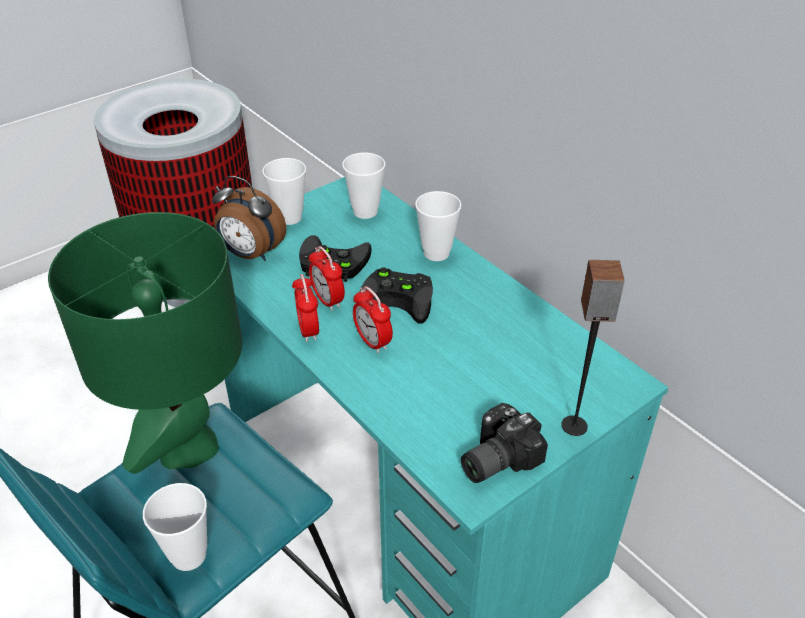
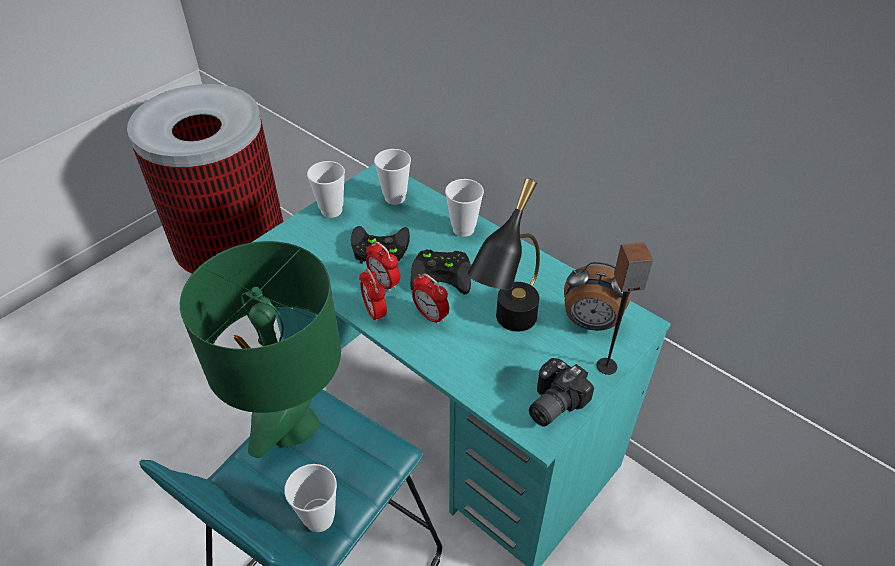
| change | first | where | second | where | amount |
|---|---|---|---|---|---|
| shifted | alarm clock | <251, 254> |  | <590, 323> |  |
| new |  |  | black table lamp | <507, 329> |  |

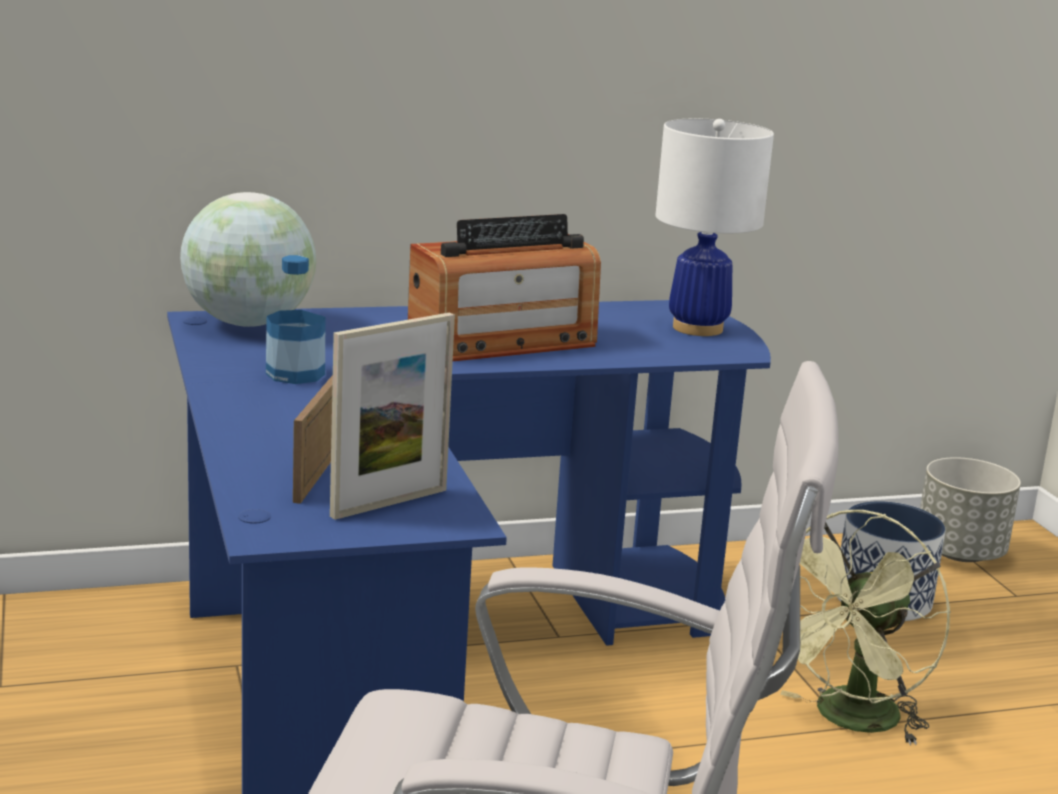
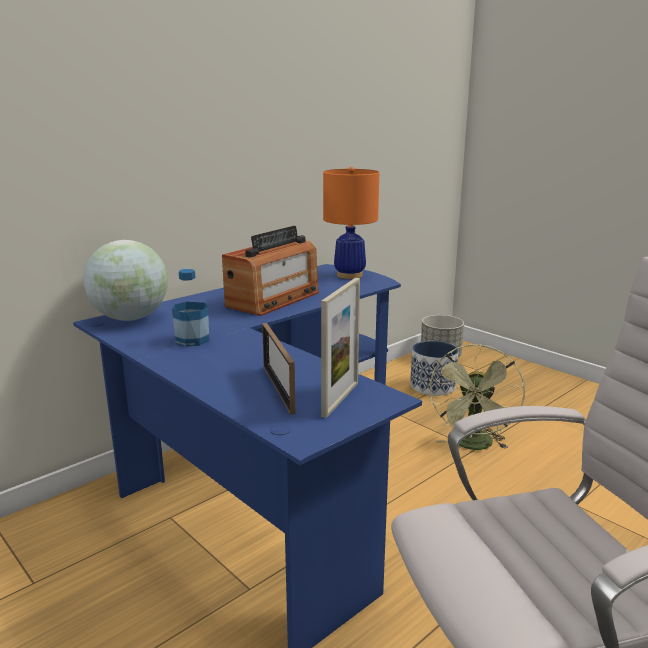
| change | first | where | second | where | amount |
|---|---|---|---|---|---|
| repainted | white table lamp | <697, 328> | orange table lamp | <349, 275> |  |

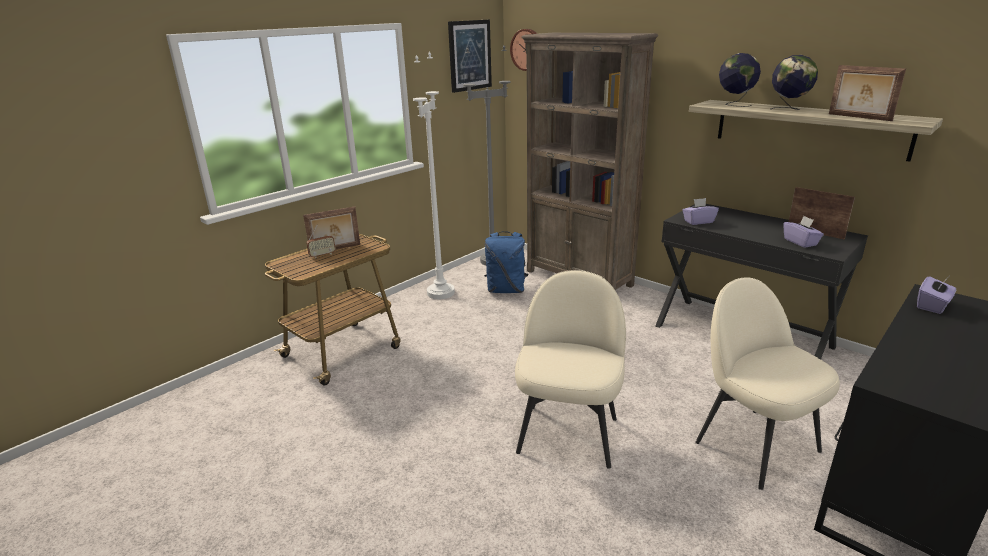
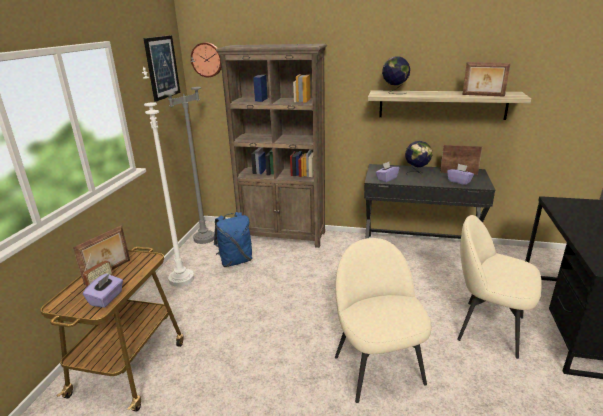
| change | first | where | second | where | amount |
|---|---|---|---|---|---|
| shifted | globe | <788, 109> |  | <417, 173> |  |
| shifted | purple tissue box | <932, 306> |  | <107, 299> |  |

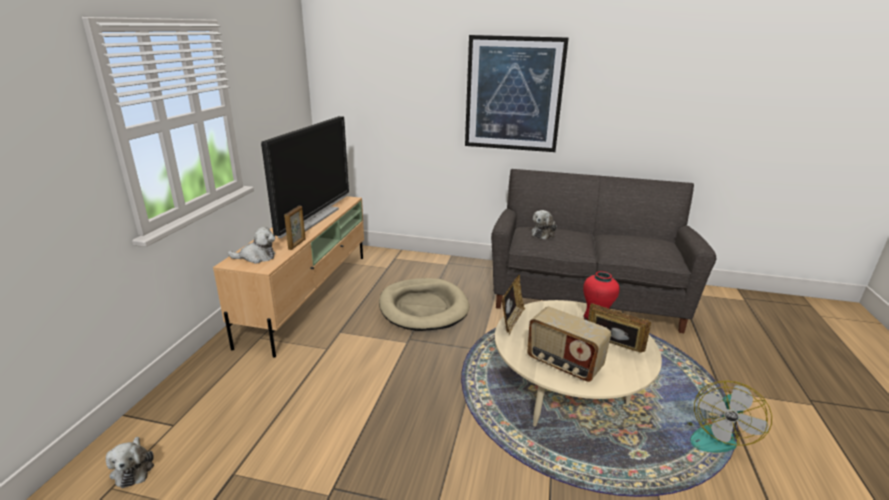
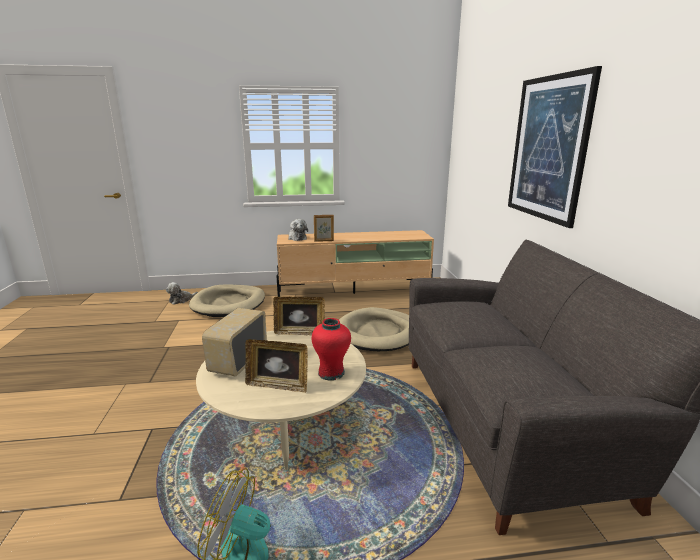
| change | first | where | second | where | amount |
|---|---|---|---|---|---|
| gone | television | <313, 218> |  |  |  |
| gone | plush toy | <544, 233> |  |  |  |
| rotated | picture frame | <613, 347> |  | <278, 385> | 90 degrees clockwise |
| new |  |  | beige dog bed | <229, 304> |  |

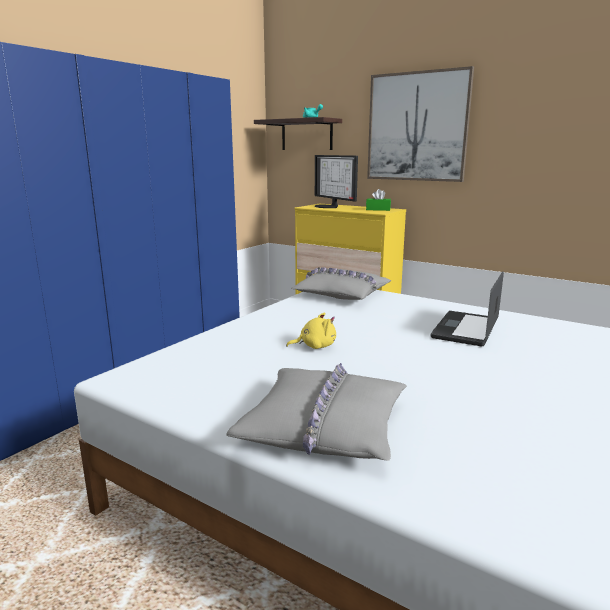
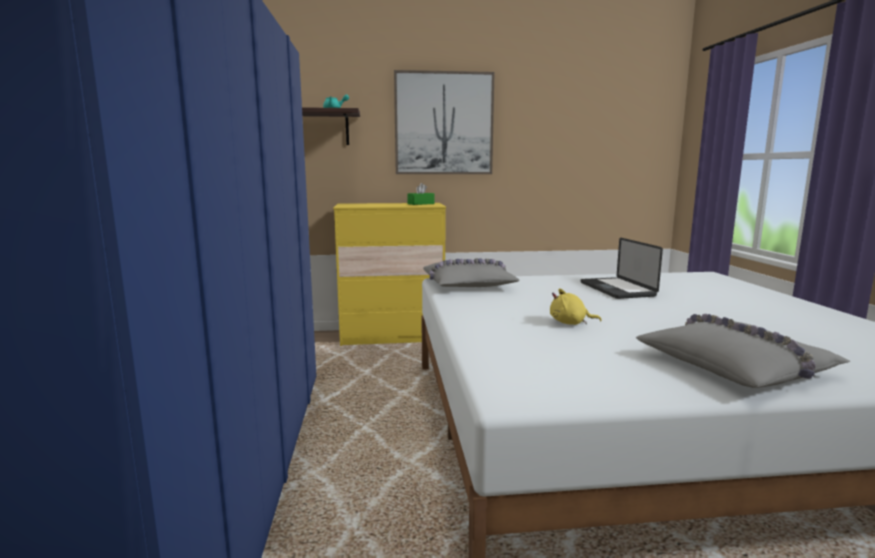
| change | first | where | second | where | amount |
|---|---|---|---|---|---|
| gone | monitor | <328, 206> |  |  |  |
| rotated | yellow plush toy | <315, 346> |  | <570, 323> | 120 degrees counterclockwise |

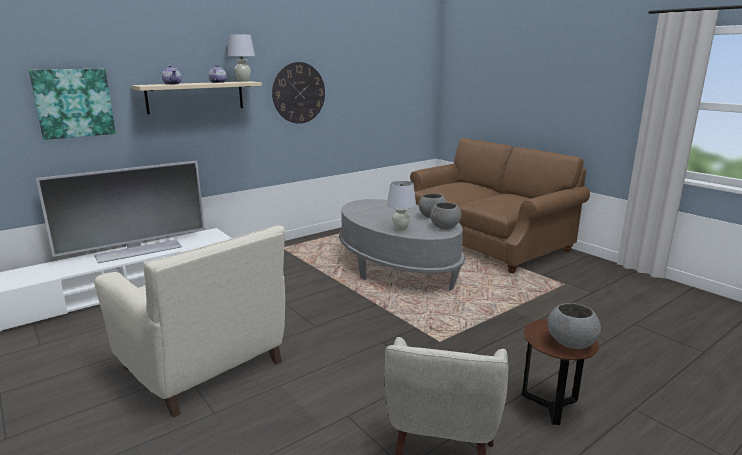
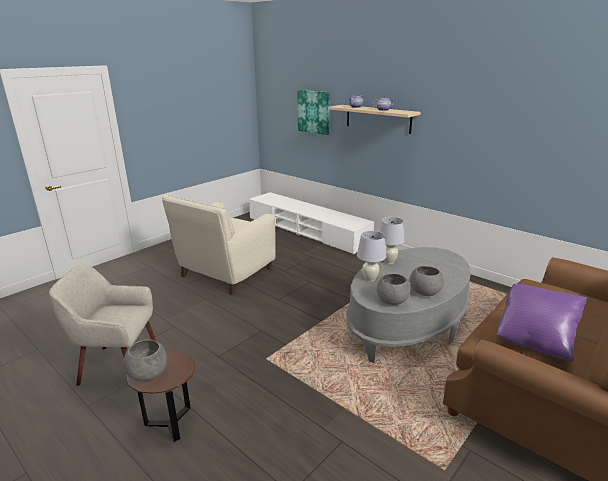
| change | first | where | second | where | amount |
|---|---|---|---|---|---|
| shifted | white table lamp | <243, 81> |  | <389, 262> |  |
| gone | wall clock | <299, 93> |  |  |  |
| gone | television | <138, 250> |  |  |  |
| new |  |  | purple pillow | <535, 339> |  |

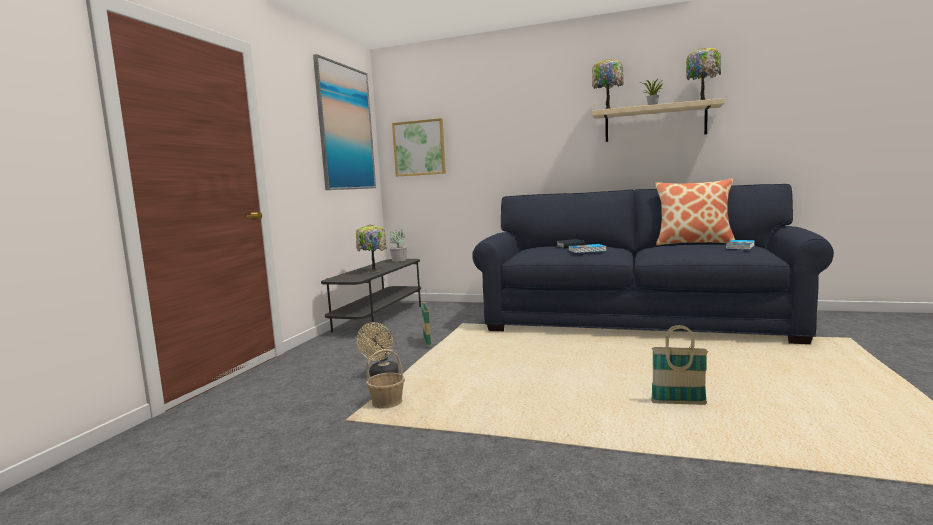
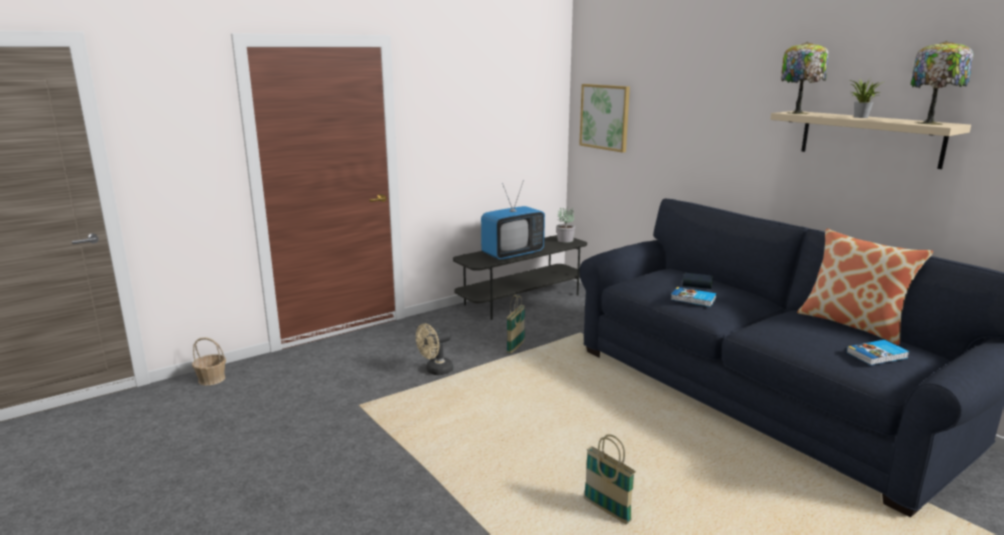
| change | first | where | second | where | amount |
|---|---|---|---|---|---|
| gone | picture | <345, 128> |  |  |  |
| swapped | table lamp | <373, 271> | television | <512, 254> |  |
| shifted | basket | <387, 403> |  | <212, 379> |  |

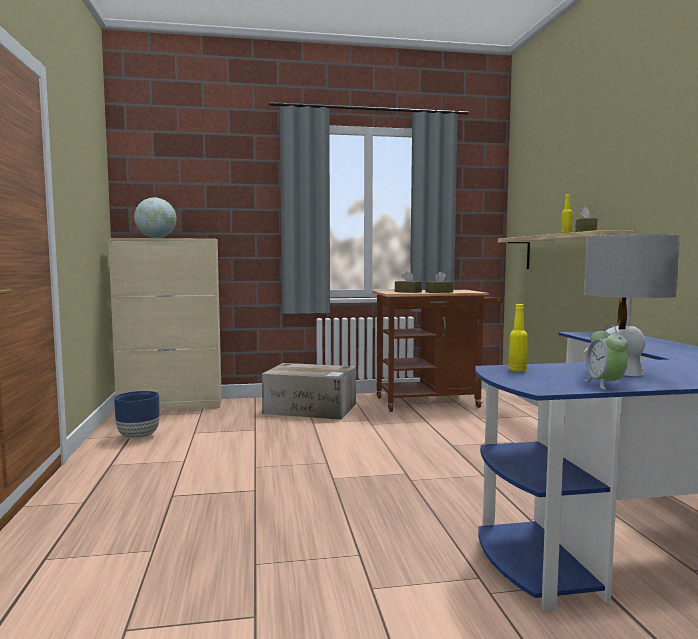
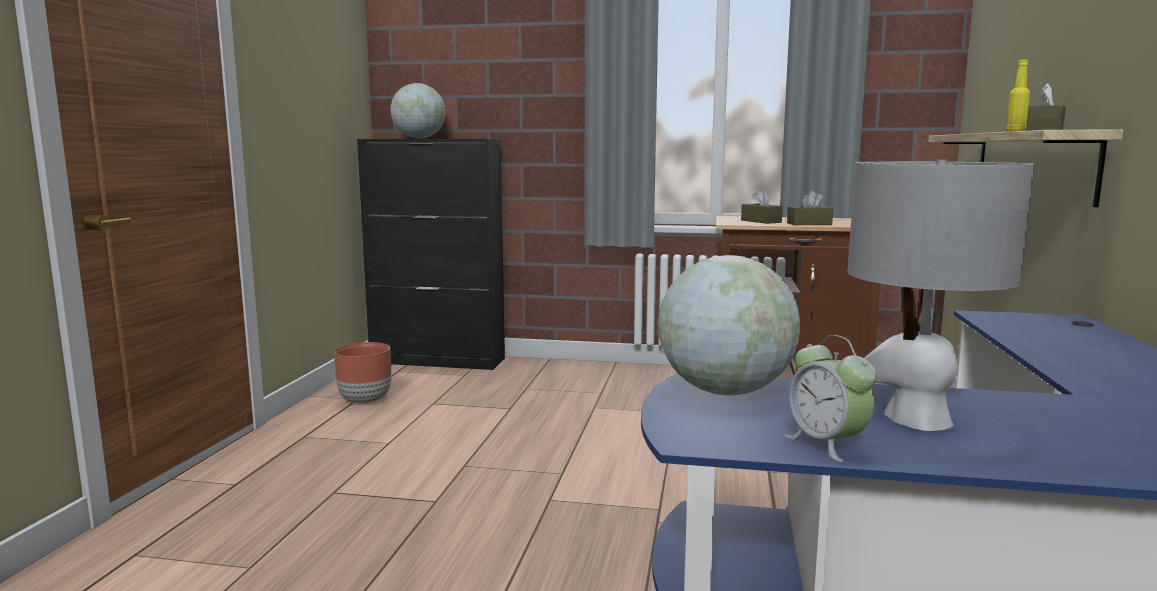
| change | first | where | second | where | amount |
|---|---|---|---|---|---|
| repainted | beige cabinet | <171, 406> | black cabinet | <438, 361> |  |
| swapped | yellow bottle | <517, 370> | globe | <725, 391> |  |
| rotated | alarm clock | <604, 384> |  | <826, 444> | 45 degrees counterclockwise |
| gone | cardboard box | <312, 408> |  |  |  |
| repainted | blue planter | <139, 437> | brown planter | <366, 401> |  |

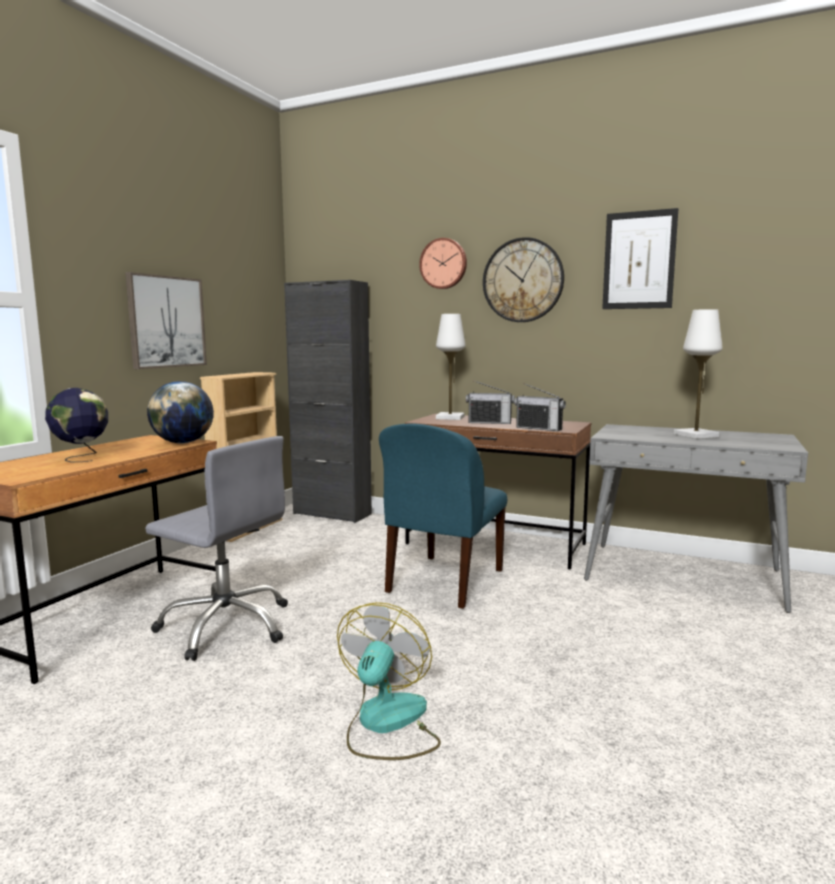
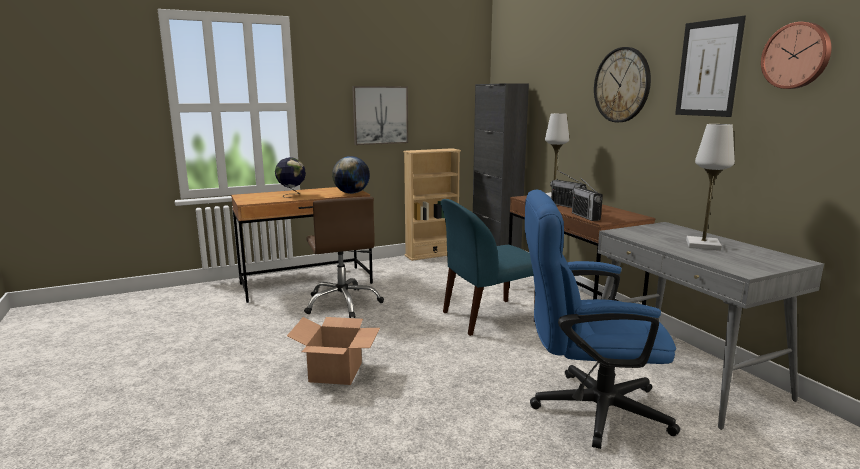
| change | first | where | second | where | amount |
|---|---|---|---|---|---|
| shifted | wall clock | <444, 264> |  | <796, 56> |  |
| repainted | grey office chair | <226, 626> | brown office chair | <343, 303> |  |
| swapped | fan | <387, 724> | cardboard box | <335, 371> |  |
| new |  |  | blue office chair | <586, 408> |  |

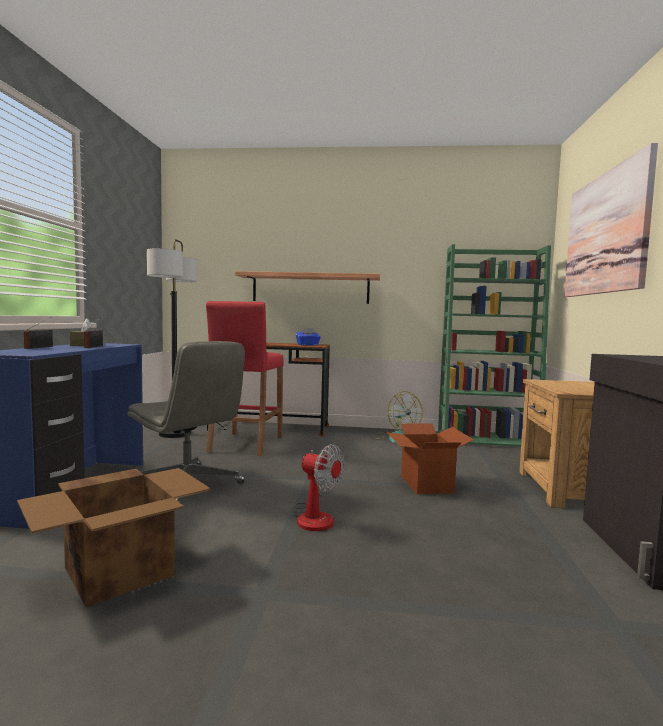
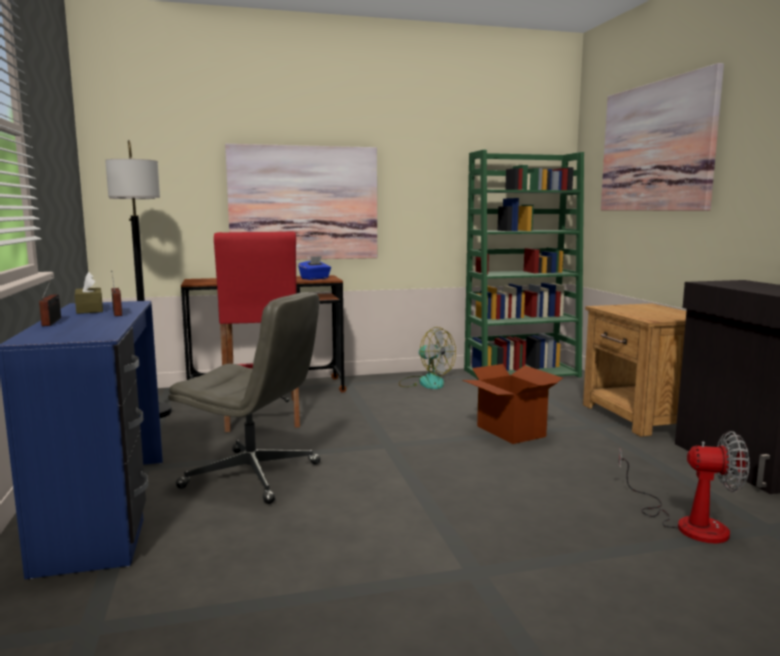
| change | first | where | second | where | amount |
|---|---|---|---|---|---|
| swapped | shelf | <310, 288> | picture | <304, 203> |  |
| shifted | fan | <314, 516> |  | <687, 523> |  |
| gone | cardboard box | <121, 571> |  |  |  |

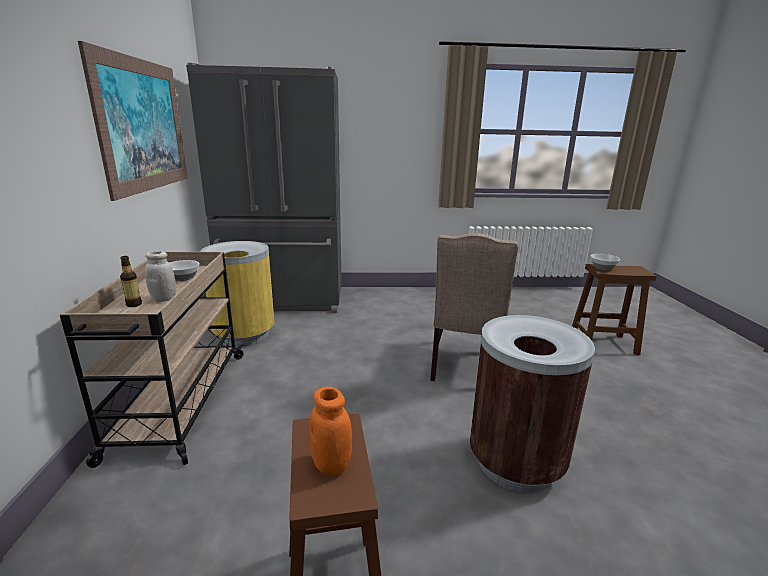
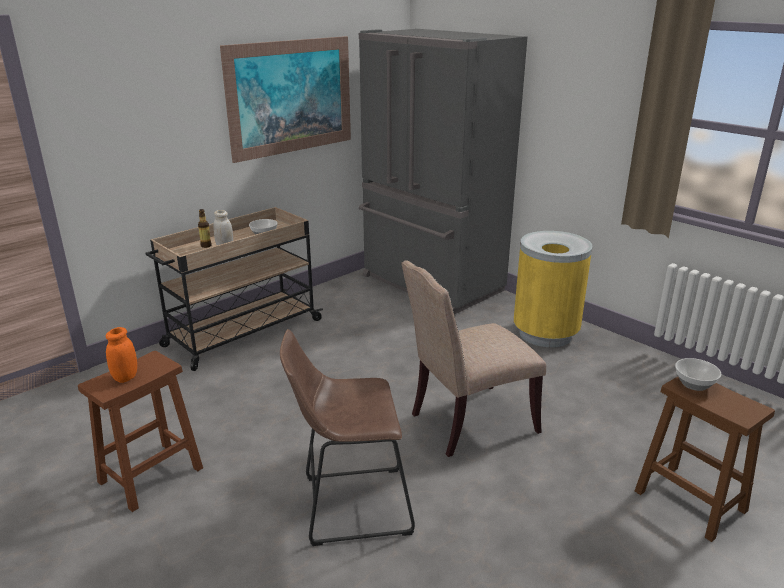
| change | first | where | second | where | amount |
|---|---|---|---|---|---|
| shifted | yellow trash can | <244, 335> |  | <545, 334> |  |
| swapped | brown trash can | <515, 463> | brown stool | <349, 505> |  |

